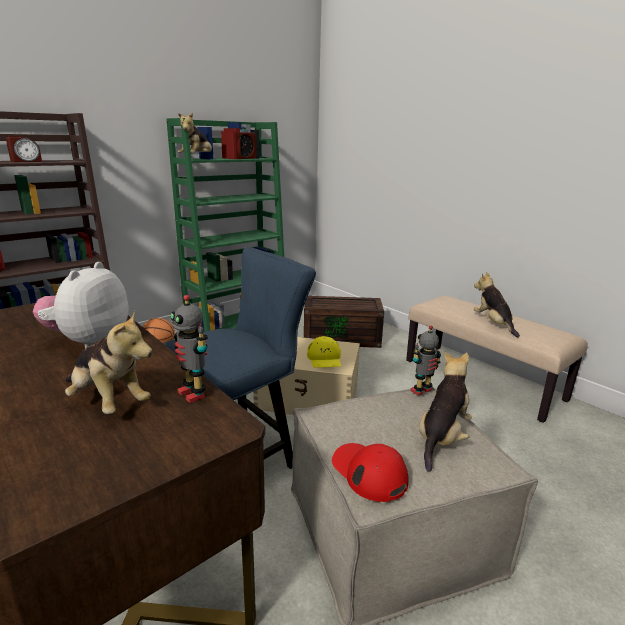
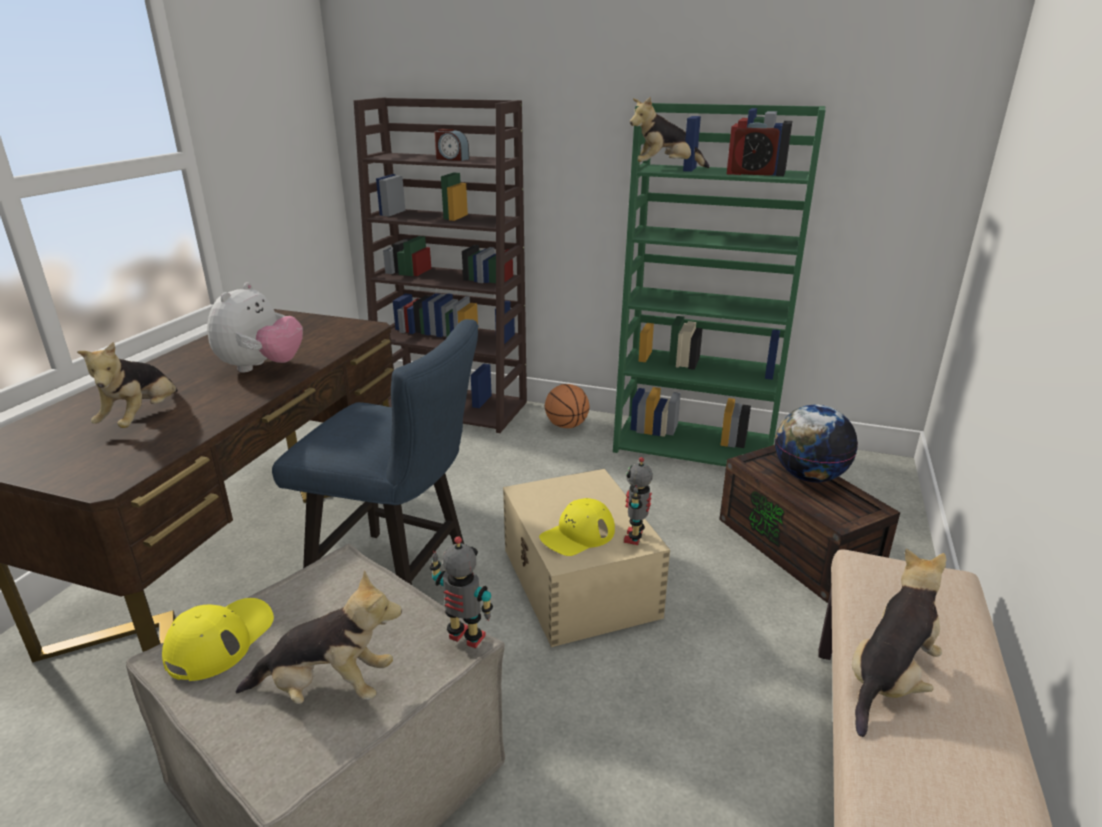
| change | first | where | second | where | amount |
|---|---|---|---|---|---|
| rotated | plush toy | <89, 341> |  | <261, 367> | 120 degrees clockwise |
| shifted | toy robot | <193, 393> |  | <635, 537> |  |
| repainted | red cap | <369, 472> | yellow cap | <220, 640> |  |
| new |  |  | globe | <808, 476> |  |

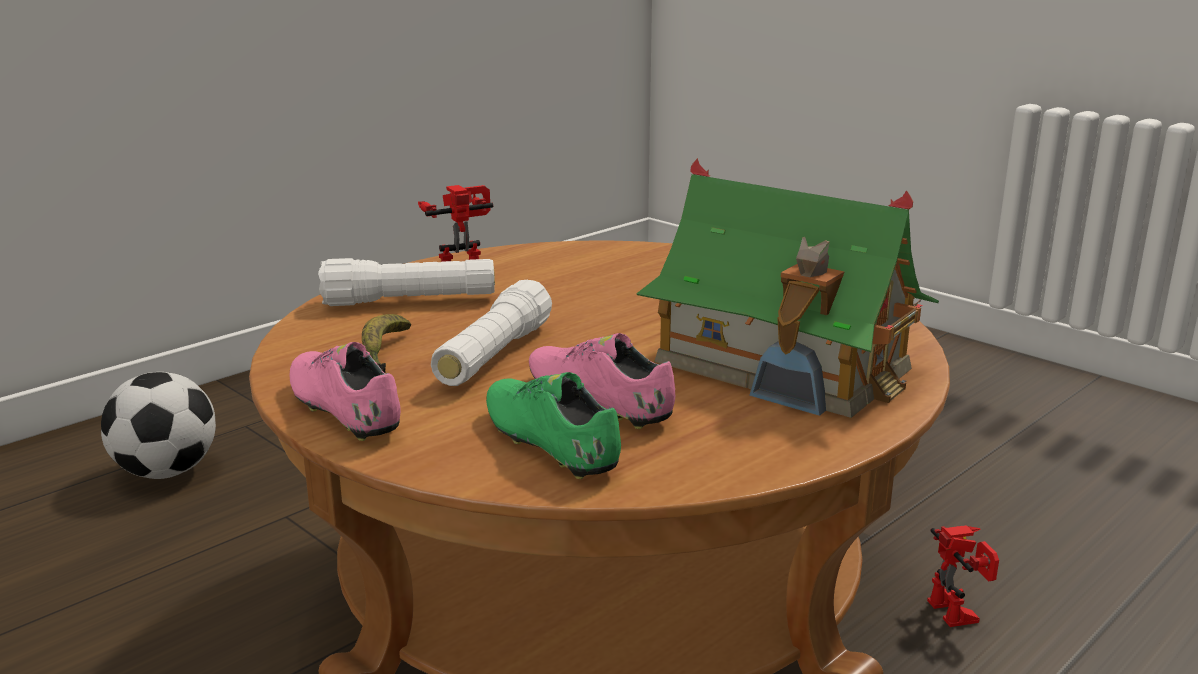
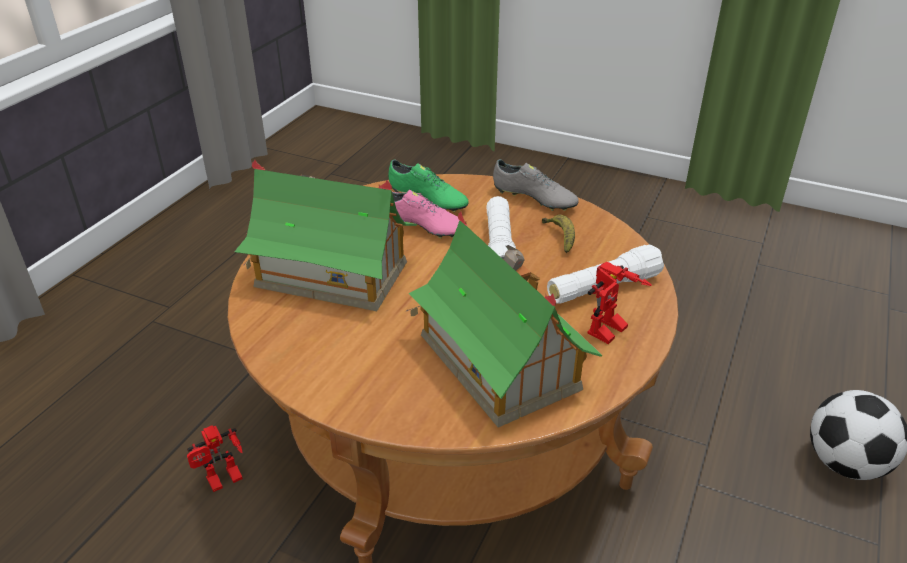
| change | first | where | second | where | amount |
|---|---|---|---|---|---|
| repainted | pink shoe | <344, 410> | grey shoe | <534, 199> |  |
| rotated | toy robot | <960, 612> |  | <223, 482> | 90 degrees counterclockwise |
| new |  |  | toy house | <498, 360> |  |

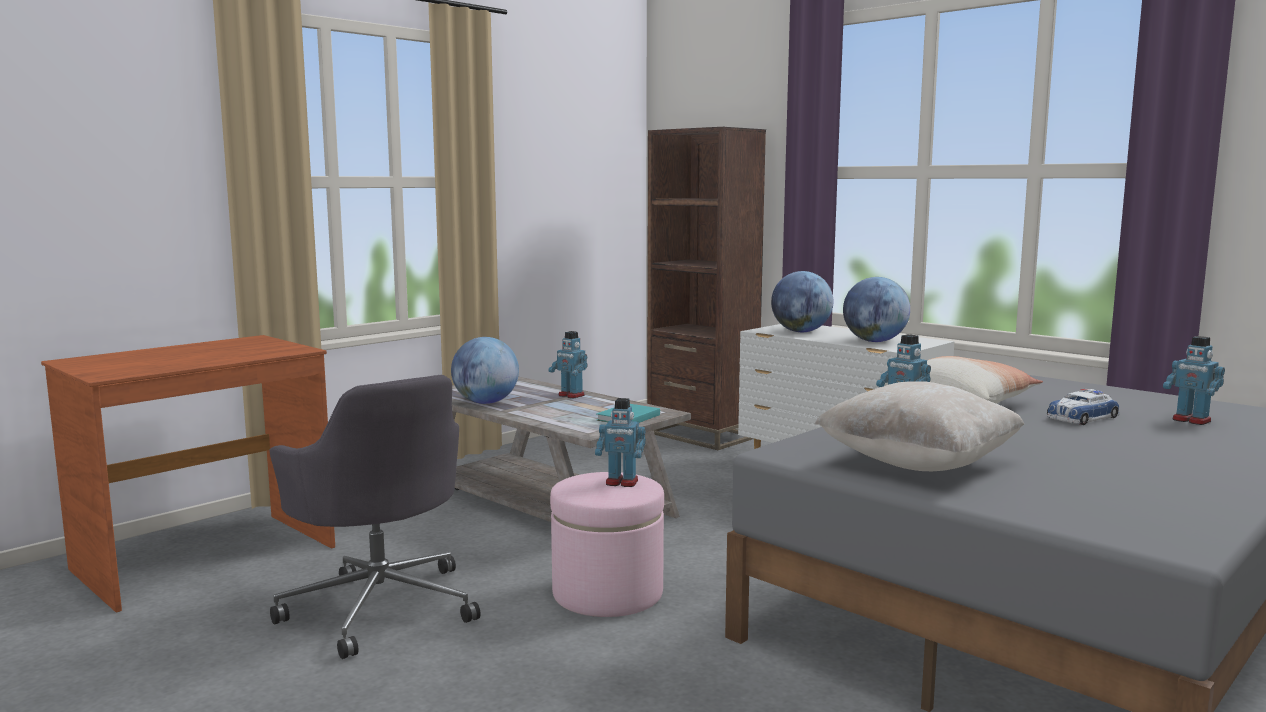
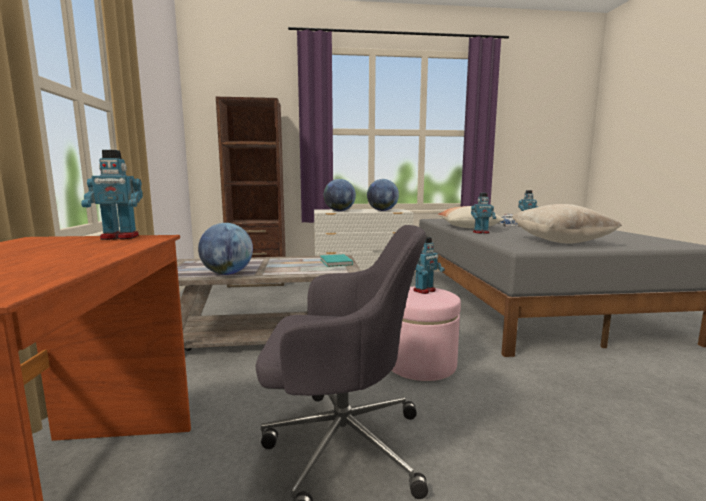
| change | first | where | second | where | amount |
|---|---|---|---|---|---|
| shifted | toy robot | <571, 395> |  | <119, 237> |  |

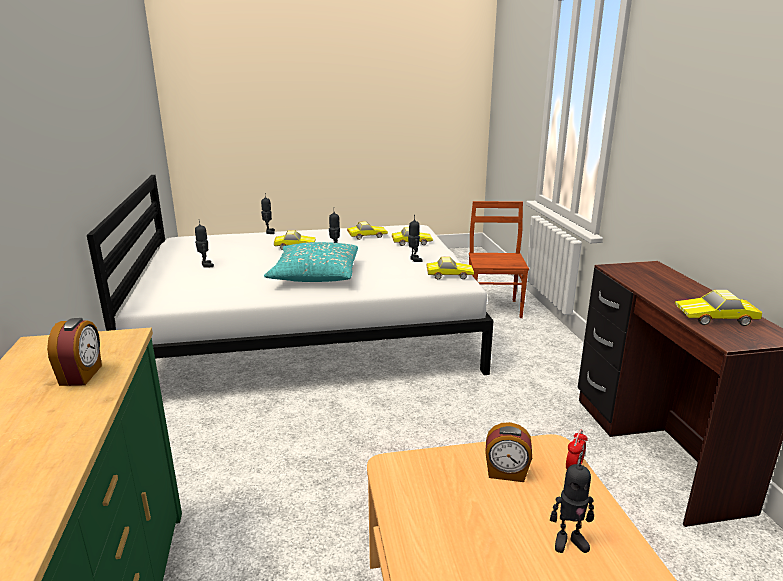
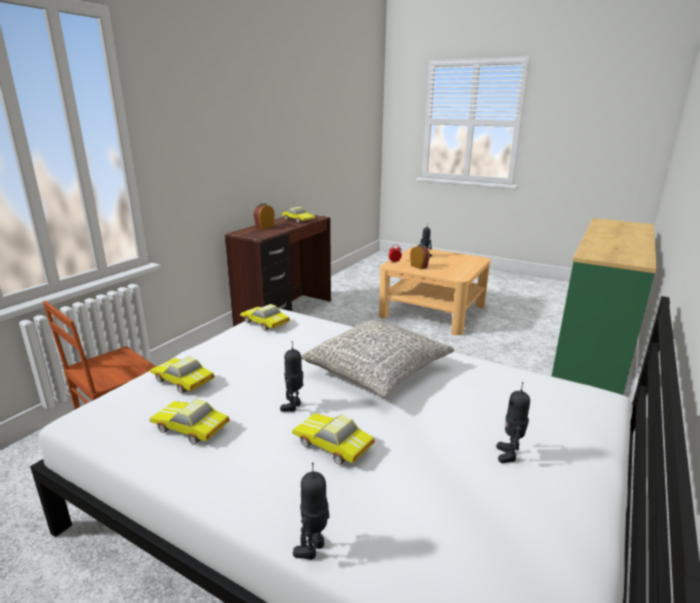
| change | first | where | second | where | amount |
|---|---|---|---|---|---|
| gone | toy robot | <414, 260> |  |  |  |
| repainted | turquoise pillow | <315, 275> | grey pillow | <377, 370> |  |
| shifted | alarm clock | <82, 375> |  | <264, 227> |  |

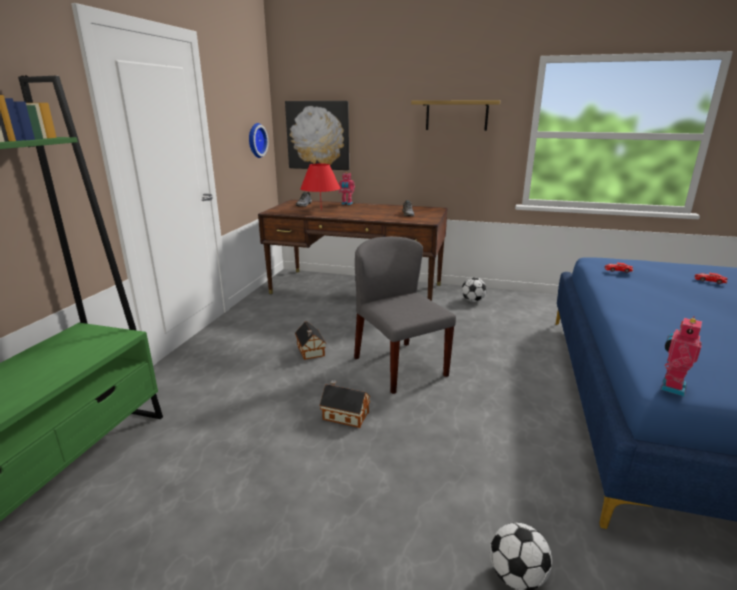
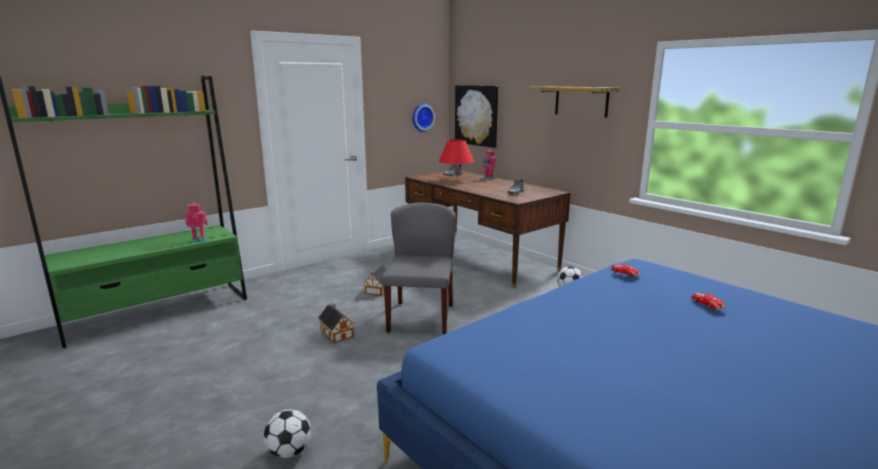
| change | first | where | second | where | amount |
|---|---|---|---|---|---|
| shifted | toy robot | <671, 387> |  | <199, 240> |  |

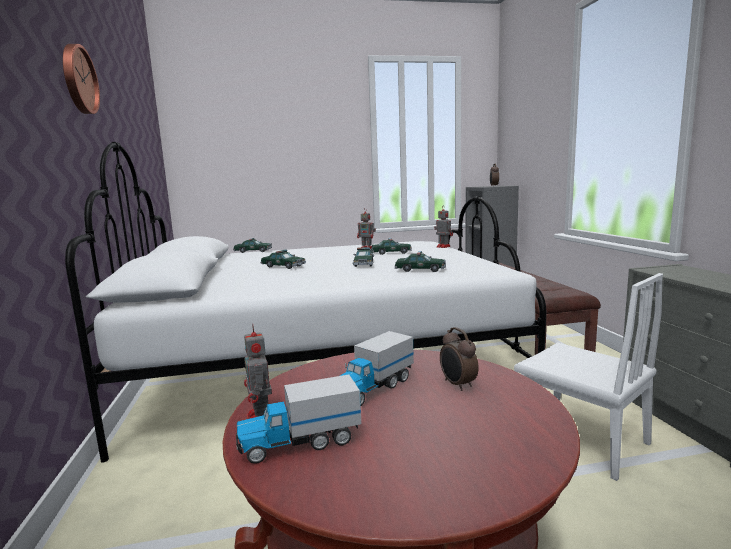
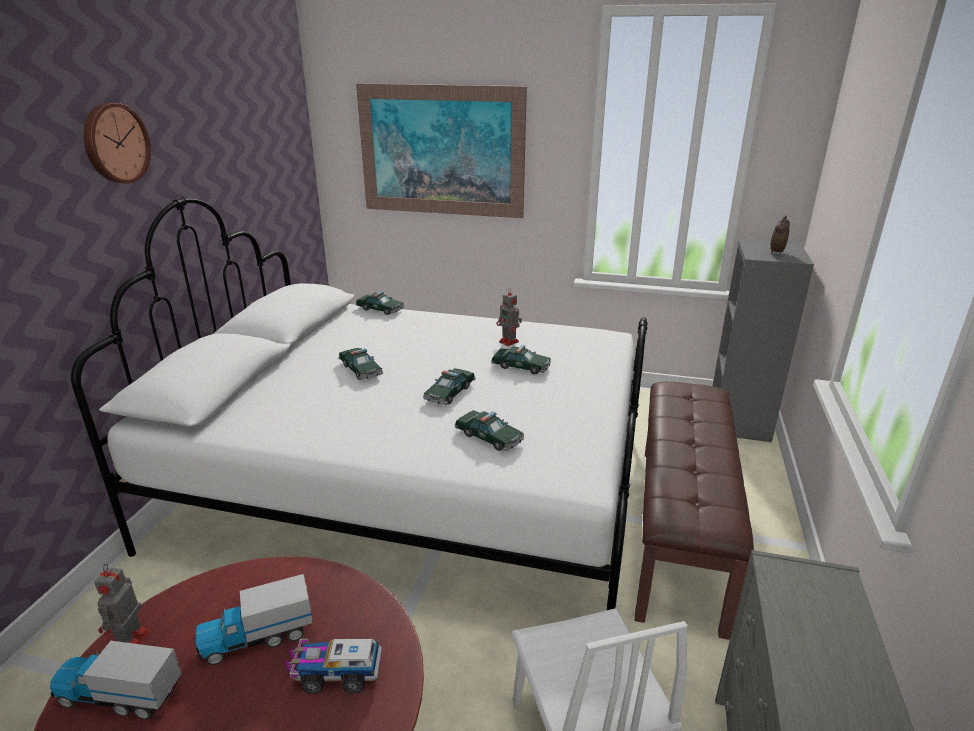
| change | first | where | second | where | amount |
|---|---|---|---|---|---|
| gone | toy robot | <443, 246> |  |  |  |
| swapped | alarm clock | <457, 385> | toy truck | <335, 673> |  |
| new |  |  | picture | <441, 151> |  |

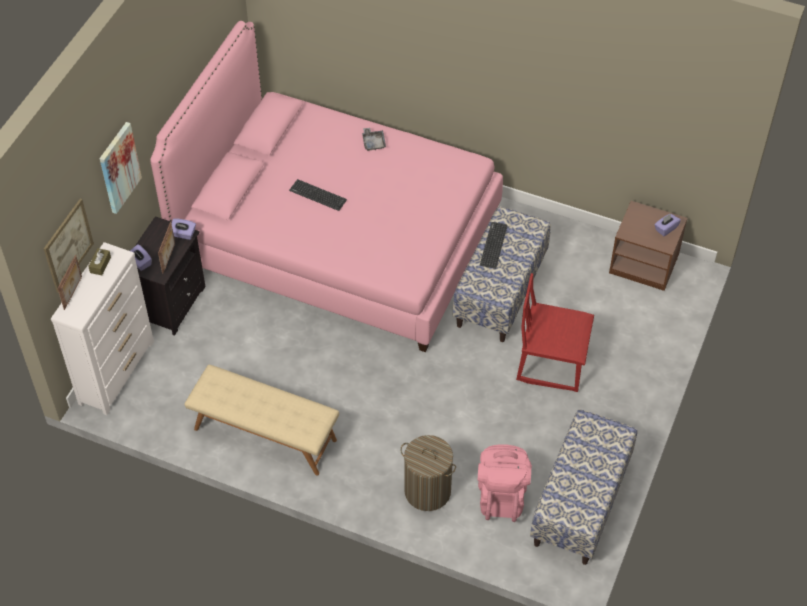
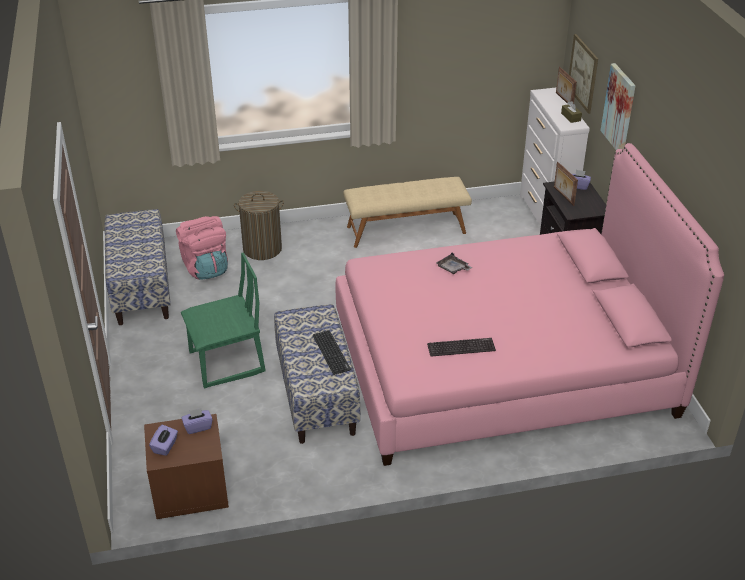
| change | first | where | second | where | amount |
|---|---|---|---|---|---|
| shifted | grey tray | <373, 142> |  | <453, 268> |  |
| shifted | keyboard | <318, 195> |  | <461, 347> |  |
| shifted | purple tissue box | <183, 234> |  | <198, 427> |  |
| repainted | red chair | <551, 362> | green chair | <227, 363> |  |

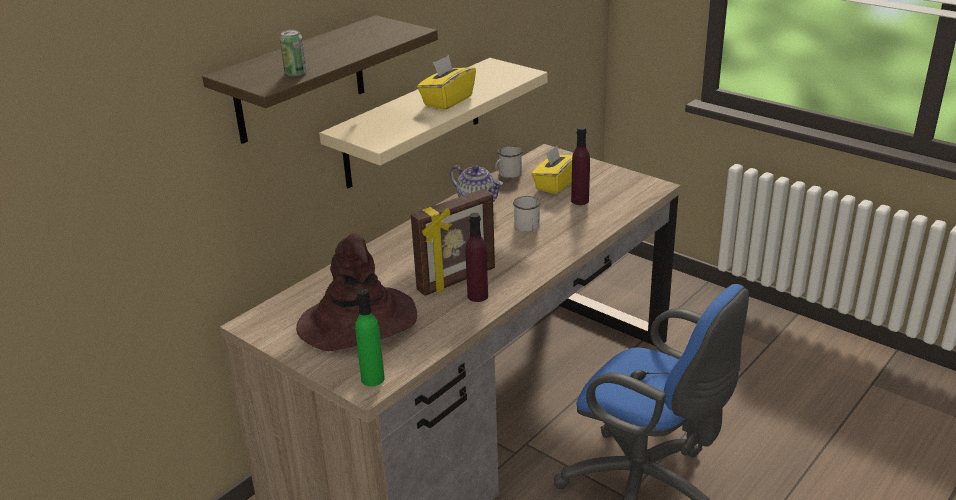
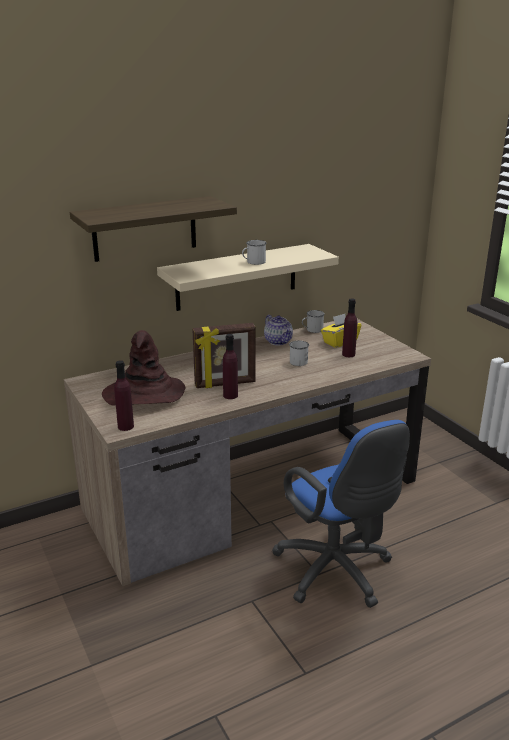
| change | first | where | second | where | amount |
|---|---|---|---|---|---|
| gone | can | <295, 73> |  |  |  |
| swapped | yellow tissue box | <447, 101> | white mug | <253, 262> |  |
| repainted | green bottle | <372, 378> | purple bottle | <125, 426> |  |

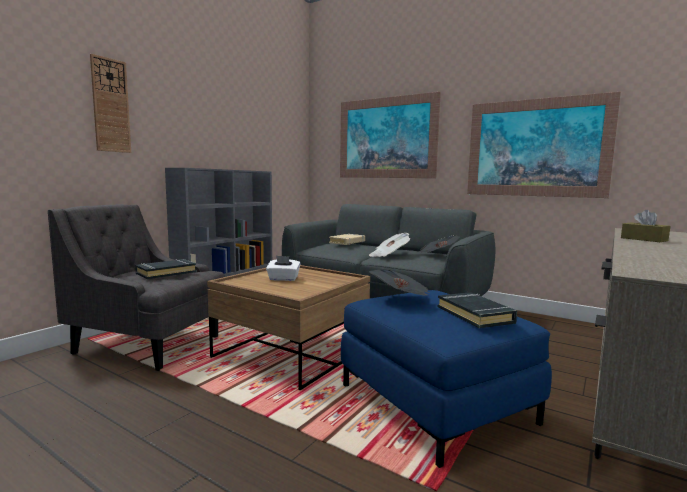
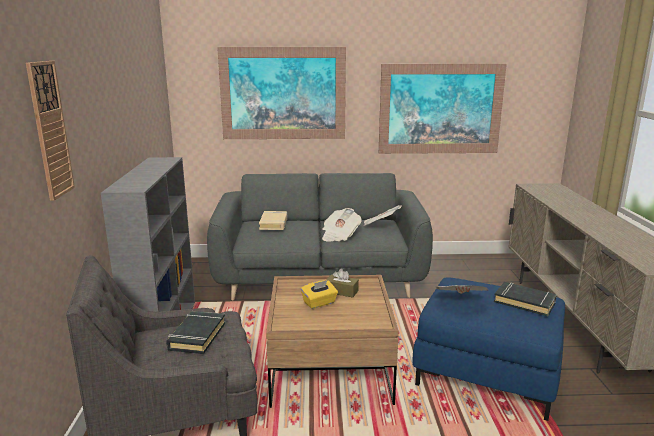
| change | first | where | second | where | amount |
|---|---|---|---|---|---|
| shifted | brown tissue box | <644, 239> |  | <341, 291> |  |
| repainted | white tissue box | <283, 279> | yellow tissue box | <319, 303> |  |

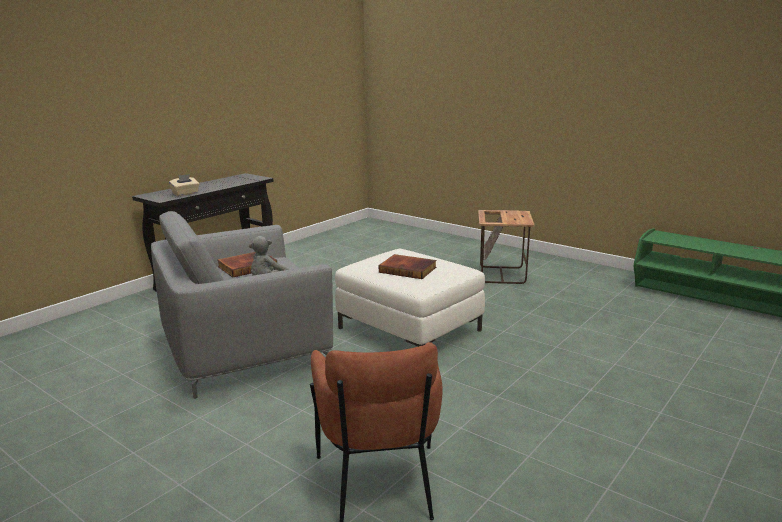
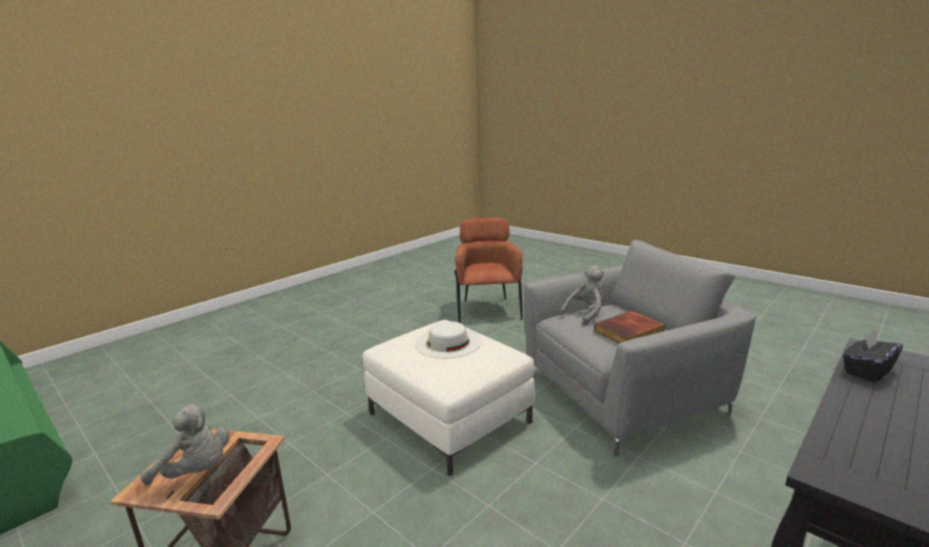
| change | first | where | second | where | amount |
|---|---|---|---|---|---|
| repainted | beige tissue box | <185, 194> | black tissue box | <867, 371> |  |
| swapped | book | <408, 269> | white hat | <448, 342> |  |
| new |  |  | grey plush toy | <196, 472> |  |

